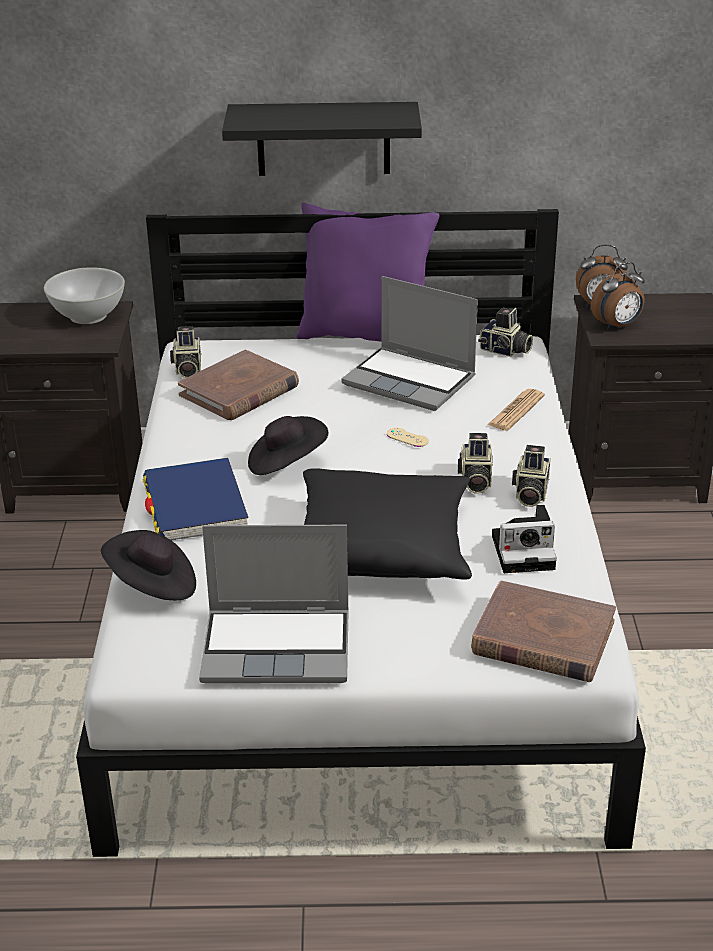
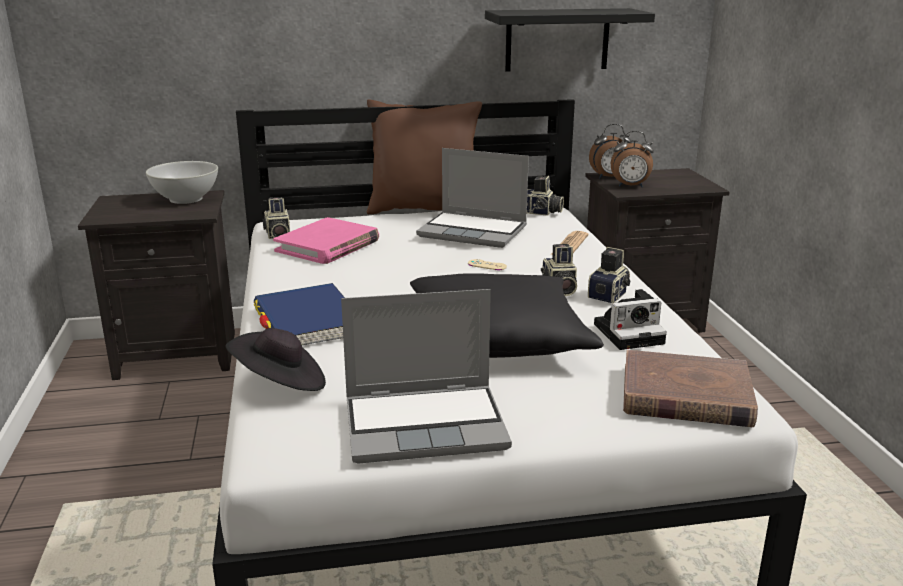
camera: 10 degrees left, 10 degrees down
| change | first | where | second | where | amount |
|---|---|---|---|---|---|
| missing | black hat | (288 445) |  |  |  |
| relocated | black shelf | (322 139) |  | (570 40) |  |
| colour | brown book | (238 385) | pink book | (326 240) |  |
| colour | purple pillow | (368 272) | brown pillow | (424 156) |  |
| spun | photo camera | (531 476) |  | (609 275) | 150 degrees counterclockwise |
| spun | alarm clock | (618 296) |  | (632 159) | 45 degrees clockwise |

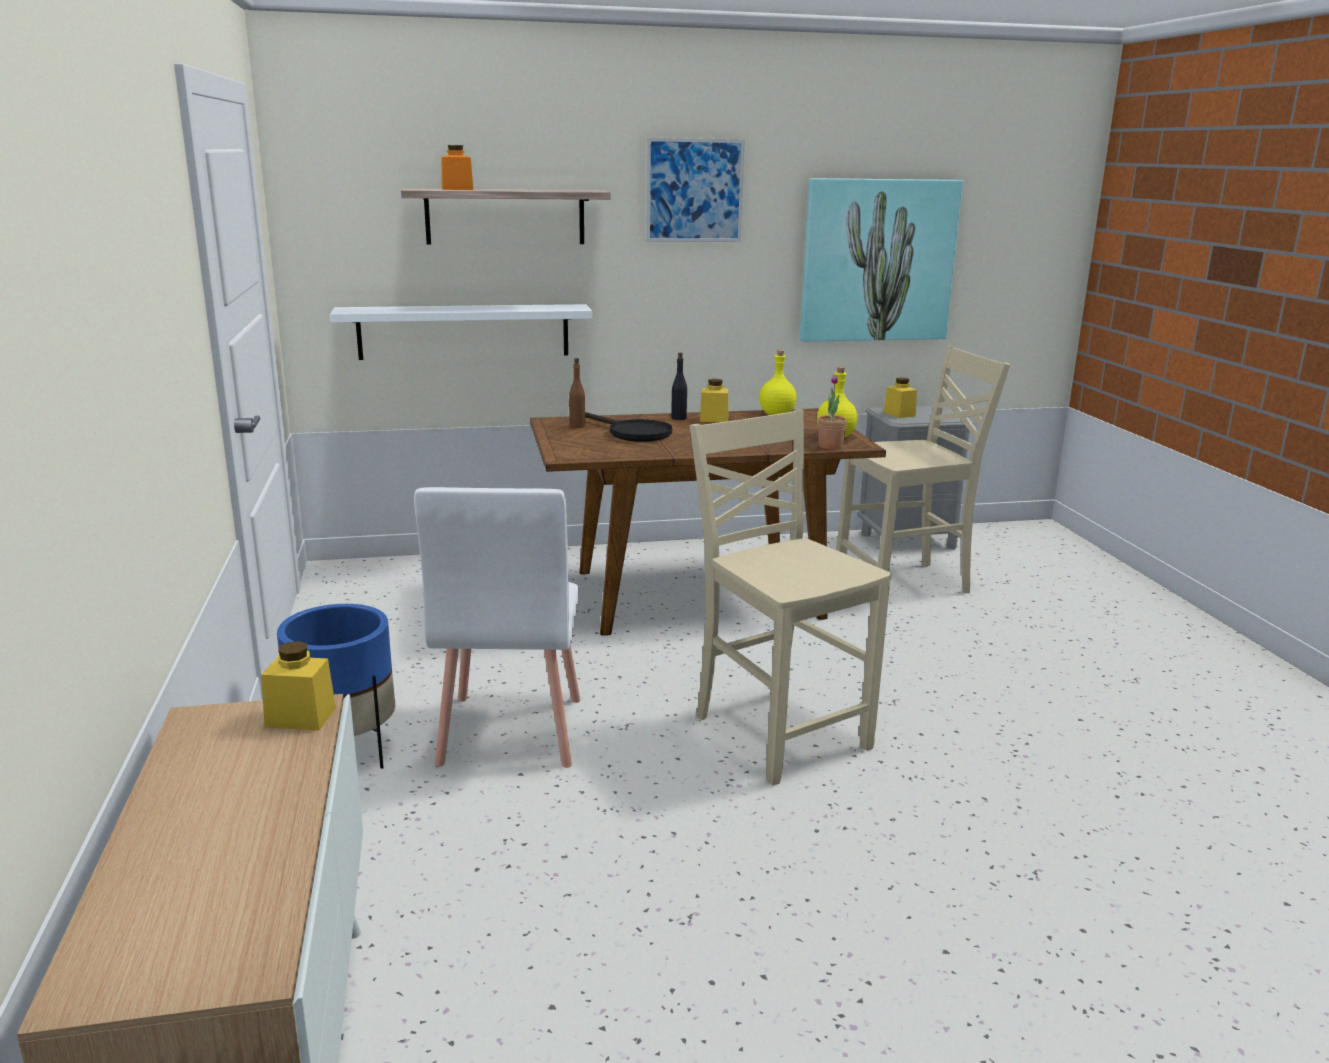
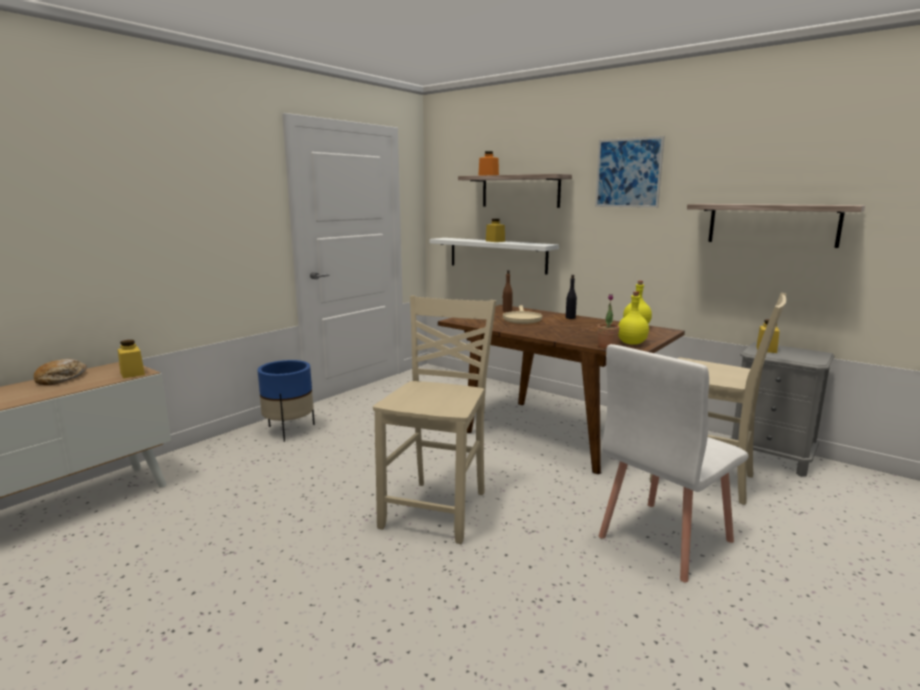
camera: 50 degrees right, 5 degrees down
| change | first | where | second | where | amount |
|---|---|---|---|---|---|
| appeared |  |  | bread | (60 372) |  |
| relocated | white chair | (497 627) |  | (674 463) |  |
| relocated | yellow jar | (714 400) |  | (495 230) |  |
| exchanged | picture | (881 260) | shelf | (776 226) |  |
| colour | black frying pan | (628 427) | beige frying pan | (522 314) |  |

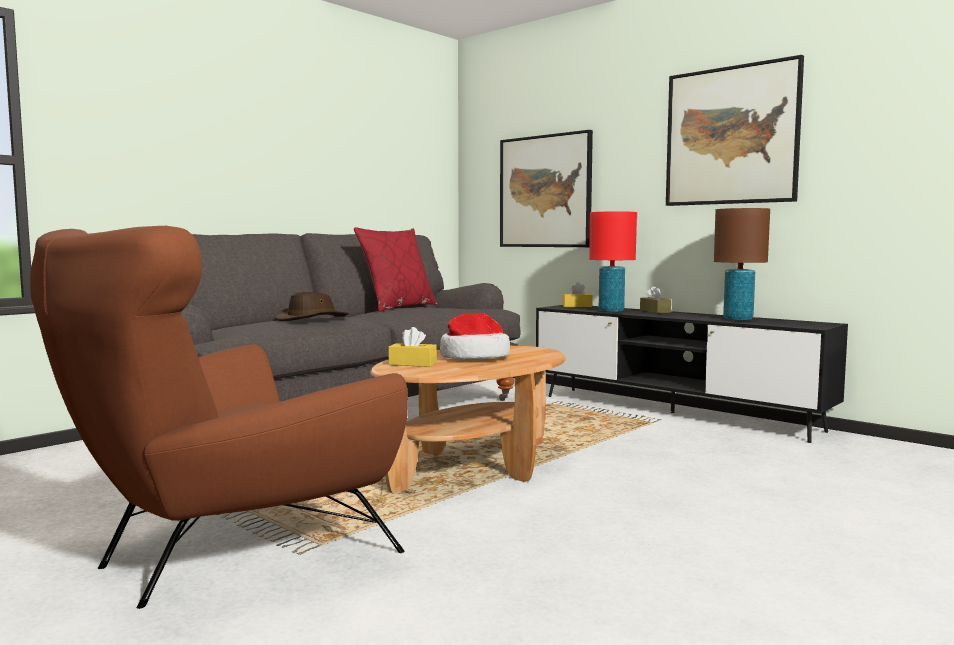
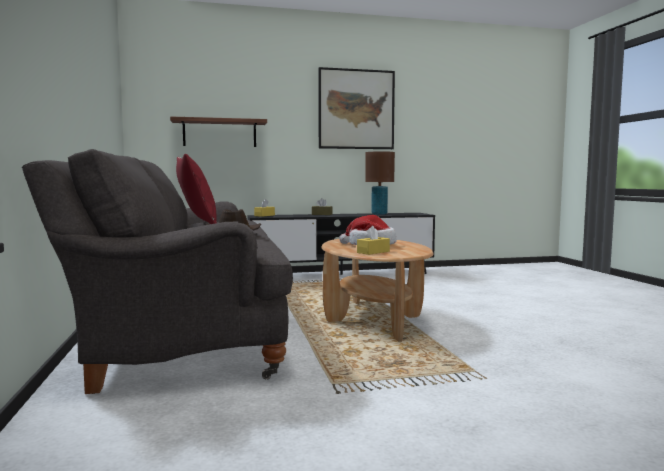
camera: 55 degrees left, 0 degrees up
| change | first | where | second | where | amount |
|---|---|---|---|---|---|
| missing | brown armchair | (219 417) |  |  |  |
| missing | red table lamp | (613 261) |  |  |  |
| exchanged | picture | (546 188) | shelf | (218 132) |  |

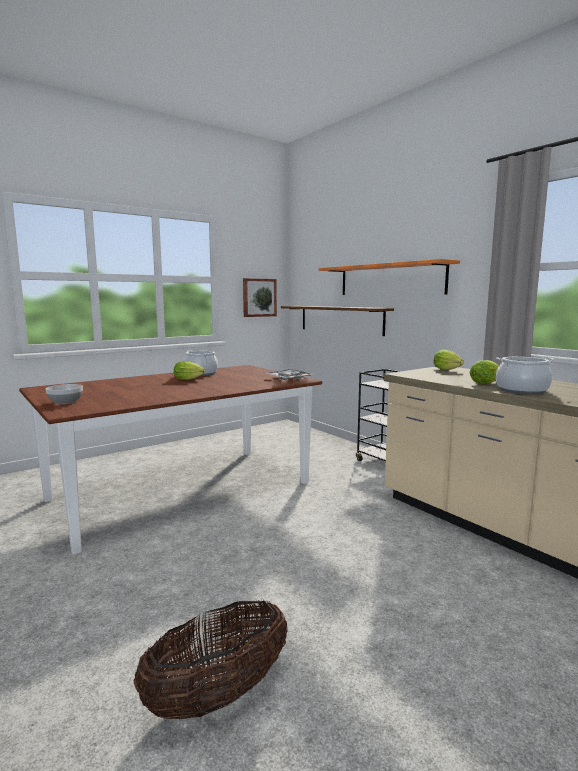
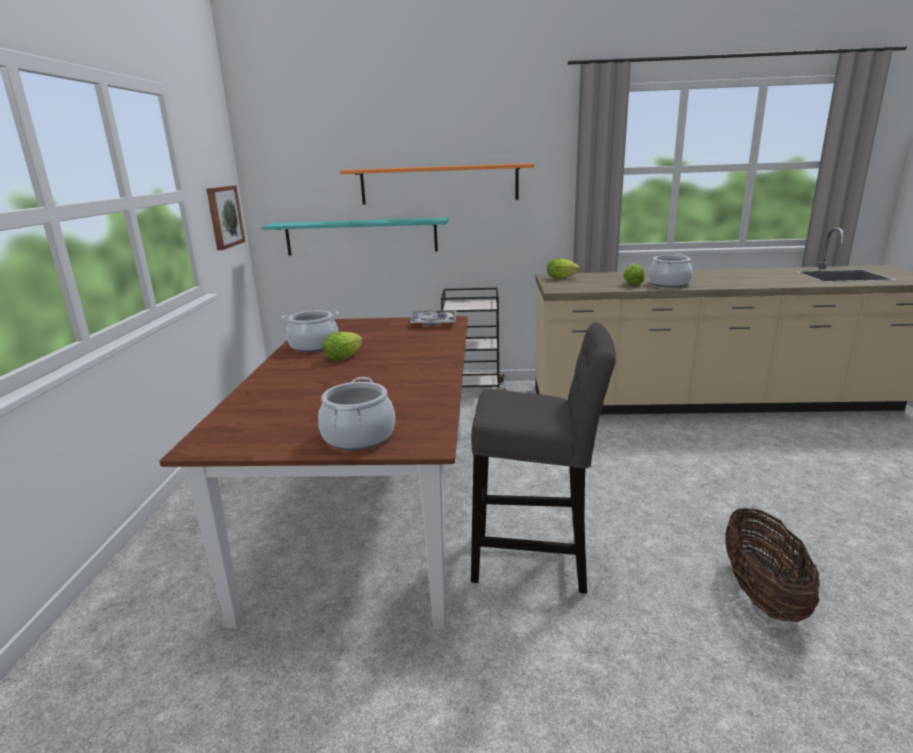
camera: 50 degrees left, 10 degrees up
| change | first | where | second | where | amount |
|---|---|---|---|---|---|
| appeared |  |  | grey stool | (543 458) |  |
| exchanged | bowl | (64 394) | cooking pot | (356 413) |  |
| colour | brown shelf | (337 321) | turquoise shelf | (355 237) |  |

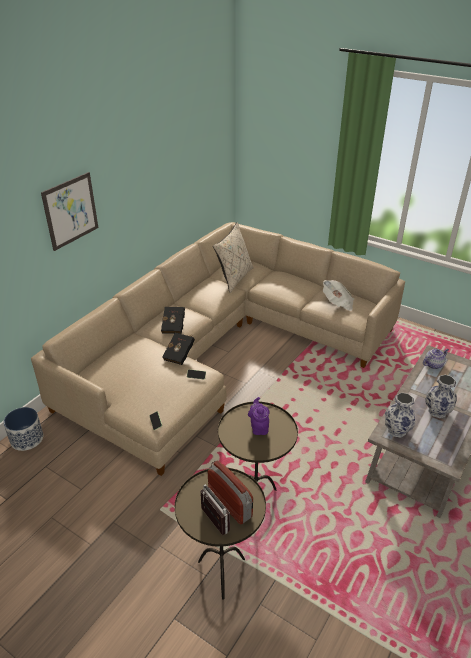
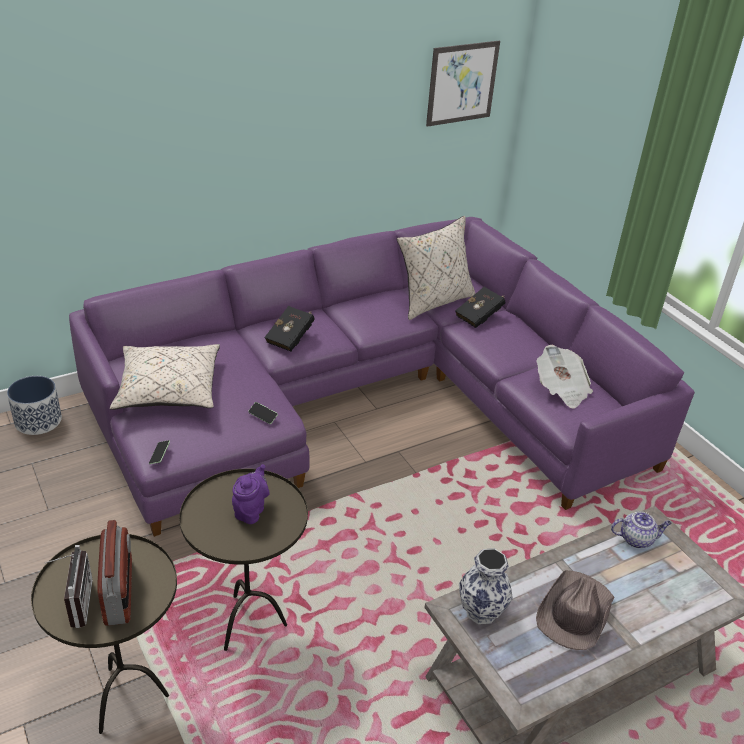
camera: 25 degrees right, 0 degrees up
| change | first | where | second | where | amount |
|---|---|---|---|---|---|
| appeared |  |  | beige pillow | (165 377) |  |
| relocated | picture | (69 211) |  | (463 84) |  |
| relocated | black book | (178 349) |  | (480 307) |  |
| exchanged | vase | (441 396) | brown hat | (575 610) |  |
| colour | beige sofa | (218 349) | purple sofa | (382 377) |  |

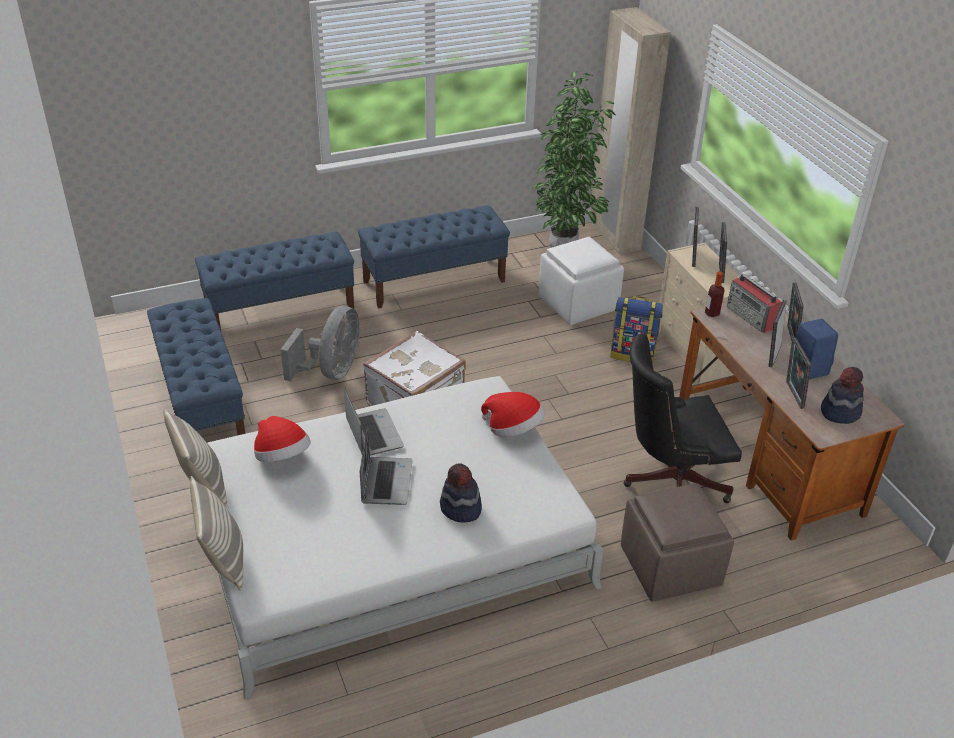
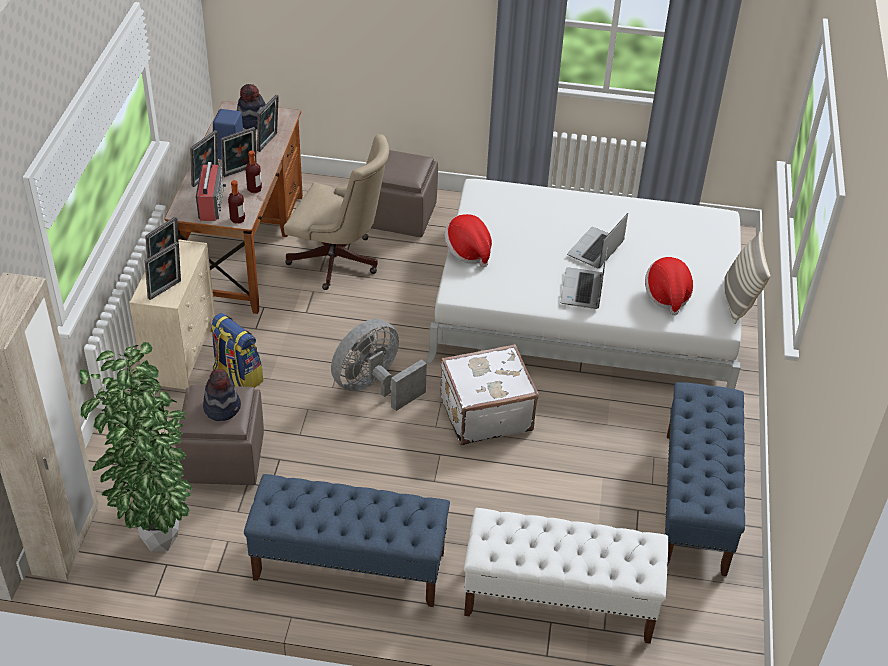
camera: 150 degrees left, 5 degrees up
| change | first | where | second | where | amount |
|---|---|---|---|---|---|
| missing | pillow | (216 533) |  |  |  |
| appeared |  |  | bottle | (253 172) |  |
| relocated | grey fan | (320 343) |  | (379 365) |  |
| relocated | hat | (461 493) |  | (222 395) |  |
| colour | blue bench | (274 281) | white bench | (566 576) |  |
| colour | white ottoman | (581 281) | brown ottoman | (219 435) |  |
| colour | black office chair | (682 418) | beige office chair | (336 212) |  |

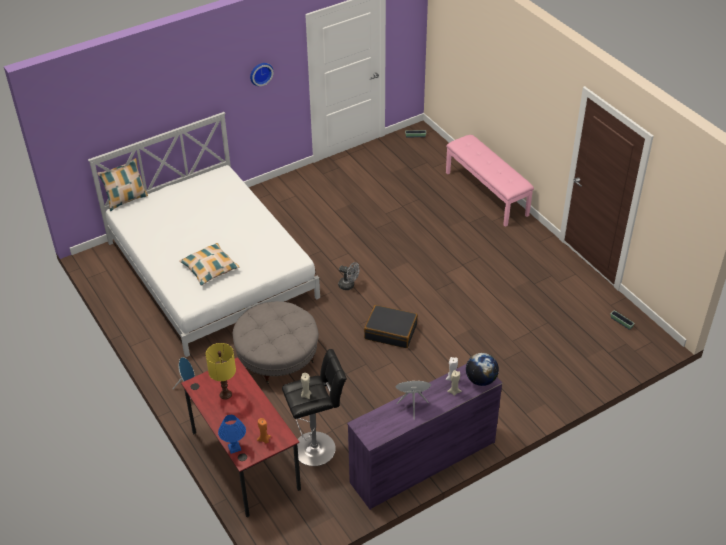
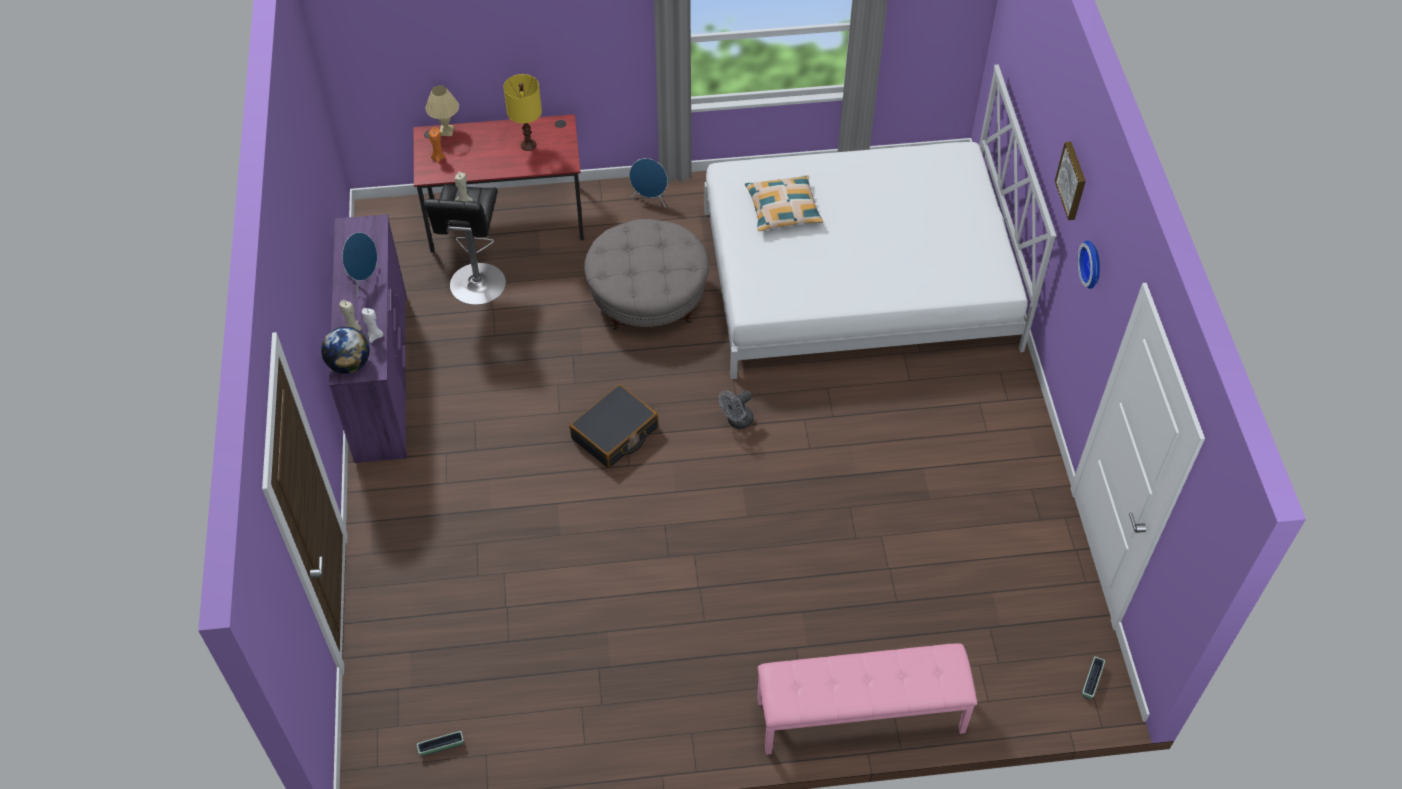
camera: 115 degrees right, 10 degrees up
| change | first | where | second | where | amount |
|---|---|---|---|---|---|
| missing | pillow | (123 184) |  |  |  |
| appeared |  |  | picture | (1070 181) |  |
| colour | blue table lamp | (232 434) | beige table lamp | (442 110) |  |

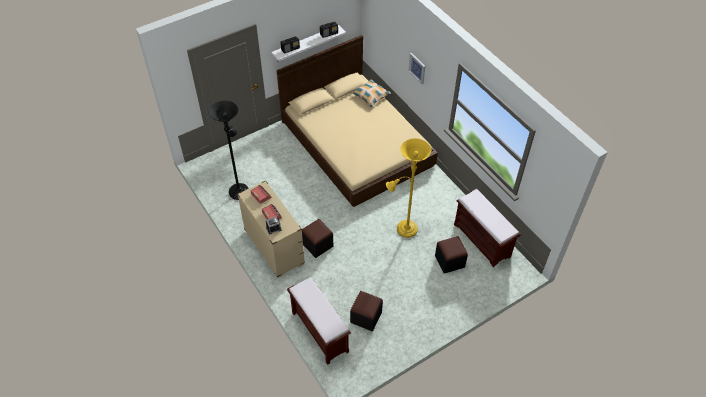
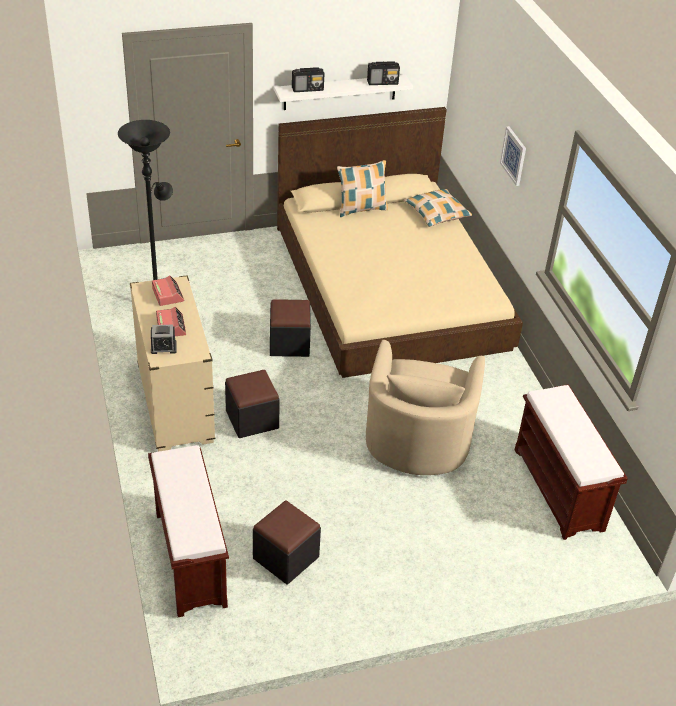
camera: 15 degrees right, 10 degrees down
| change | first | where | second | where | amount |
|---|---|---|---|---|---|
| appeared |  |  | pillow | (362 188) |  |
| relocated | black ottoman | (451 255) |  | (290 328) |  |
| exchanged | yellow floor lamp | (408 188) | beige armchair | (425 407) |  |

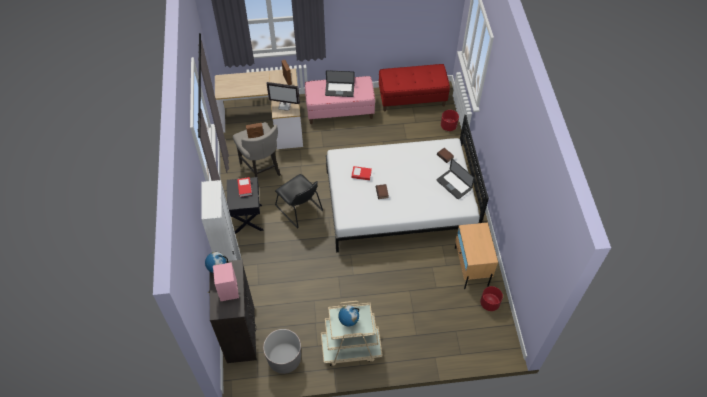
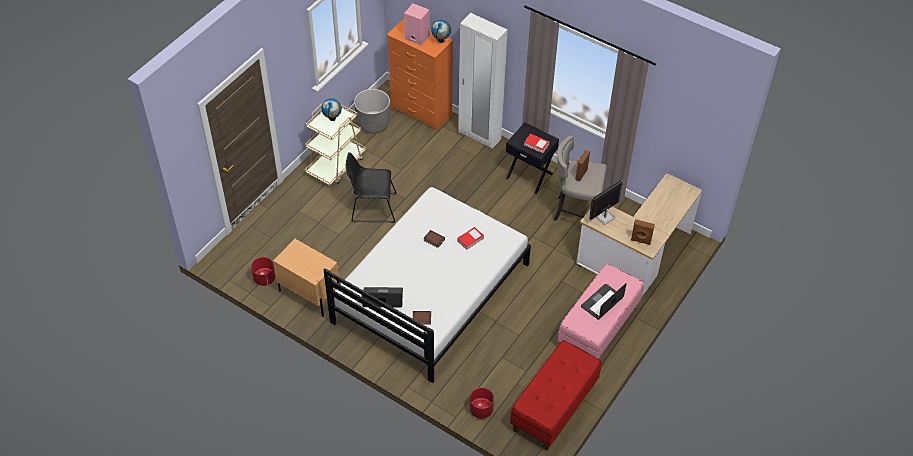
camera: 130 degrees right, 5 degrees down
| change | first | where | second | where | amount |
|---|---|---|---|---|---|
| relocated | black chair | (299 201) |  | (371 187) |  |
| colour | black dresser | (232 311) | orange dresser | (420 75) |  |

